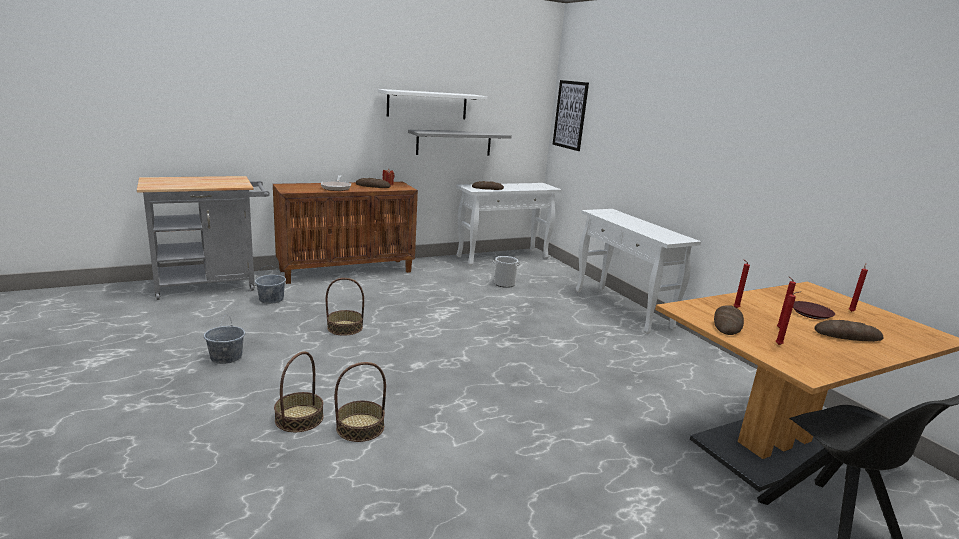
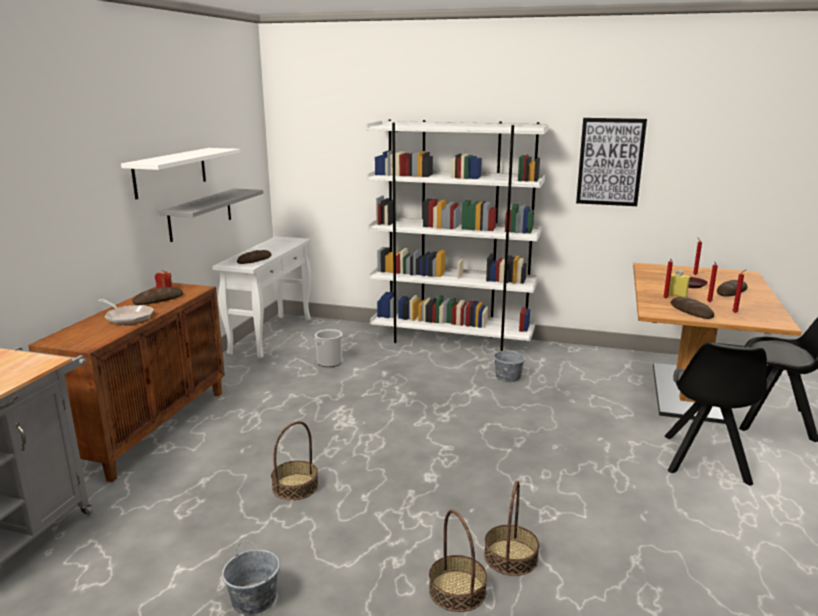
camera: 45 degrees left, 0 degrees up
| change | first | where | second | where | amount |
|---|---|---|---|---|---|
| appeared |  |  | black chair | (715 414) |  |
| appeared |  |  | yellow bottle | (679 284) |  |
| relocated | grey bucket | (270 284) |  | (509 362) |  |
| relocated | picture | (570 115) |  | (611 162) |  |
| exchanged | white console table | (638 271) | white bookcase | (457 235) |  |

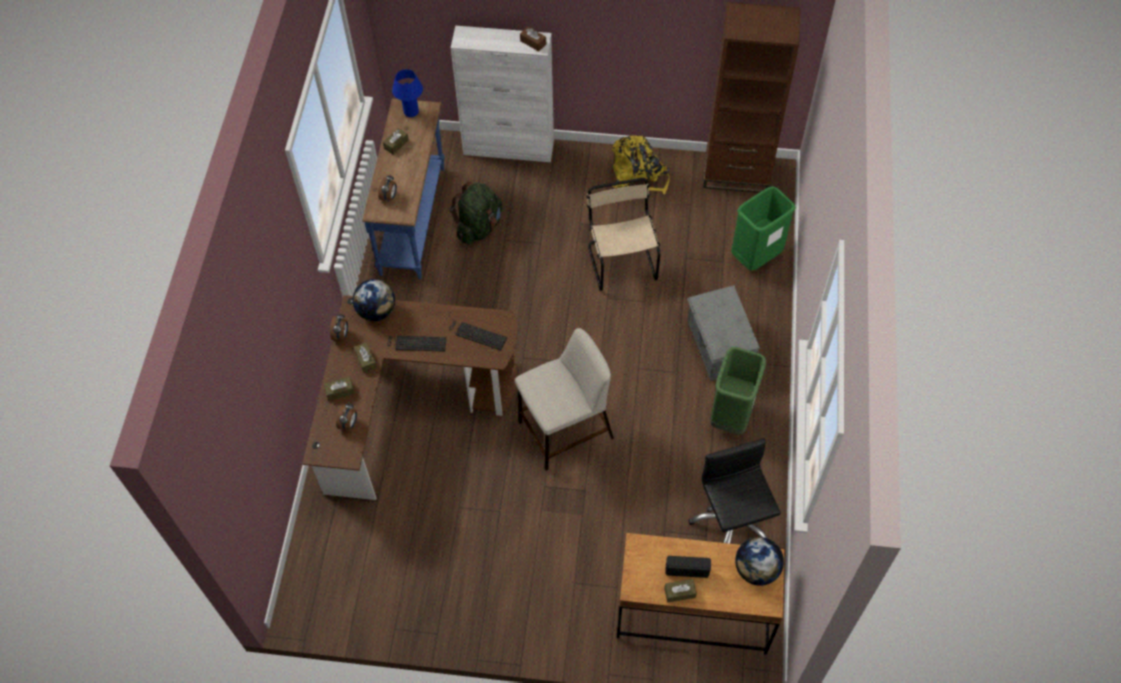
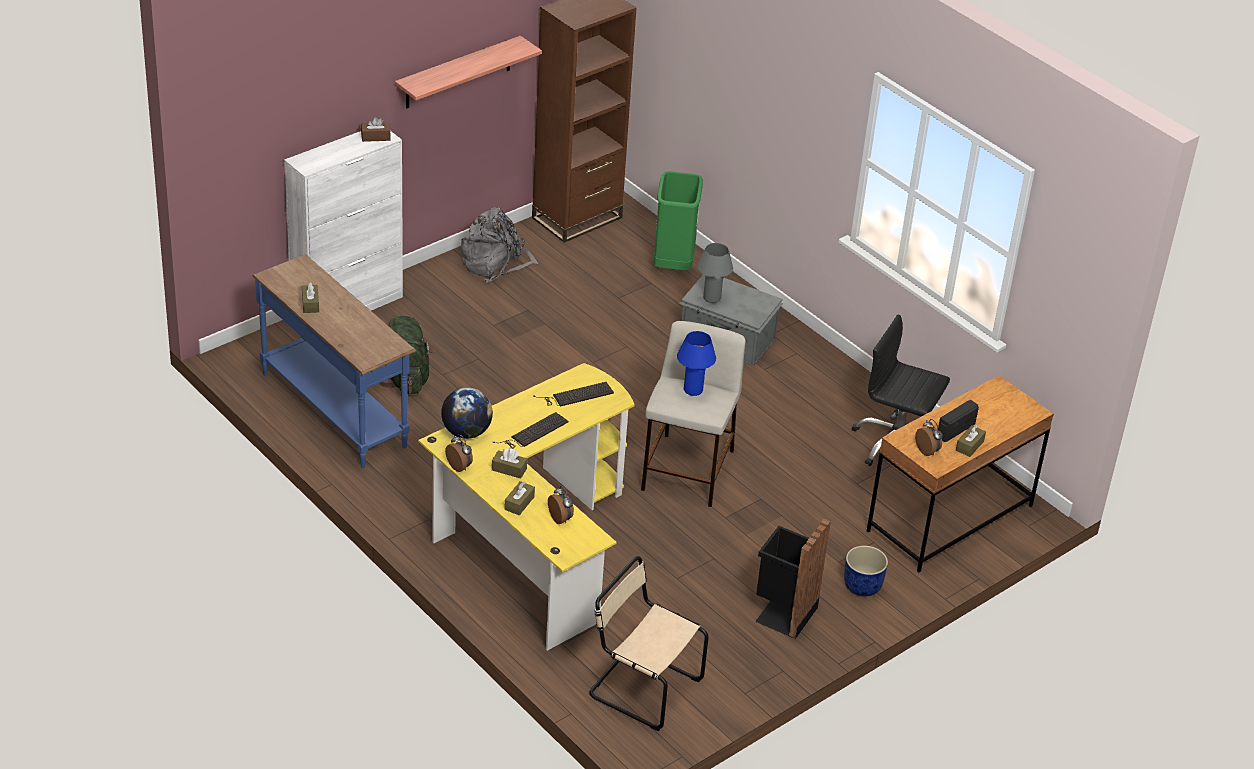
camera: 50 degrees left, 20 degrees down
| change | first | where | second | where | amount |
|---|---|---|---|---|---|
| missing | green trash can | (738 391) |  |  |  |
| missing | globe | (759 561) |  |  |  |
| appeared |  |  | shelf | (468 72) |  |
| appeared |  |  | grey table lamp | (715 273) |  |
| appeared |  |  | black trash can | (793 578) |  |
| appeared |  |  | blue planter | (866 571) |  |
| relocated | alarm clock | (387 188) |  | (929 437) |  |
| relocated | blue table lamp | (407 93) |  | (696 363) |  |
| relocated | beige chair | (623 234) |  | (649 643) |  |
| colour | brown desk | (409 397) | yellow desk | (526 507) |  |
| colour | yellow backpack | (641 164) | grey backpack | (500 245) |  |

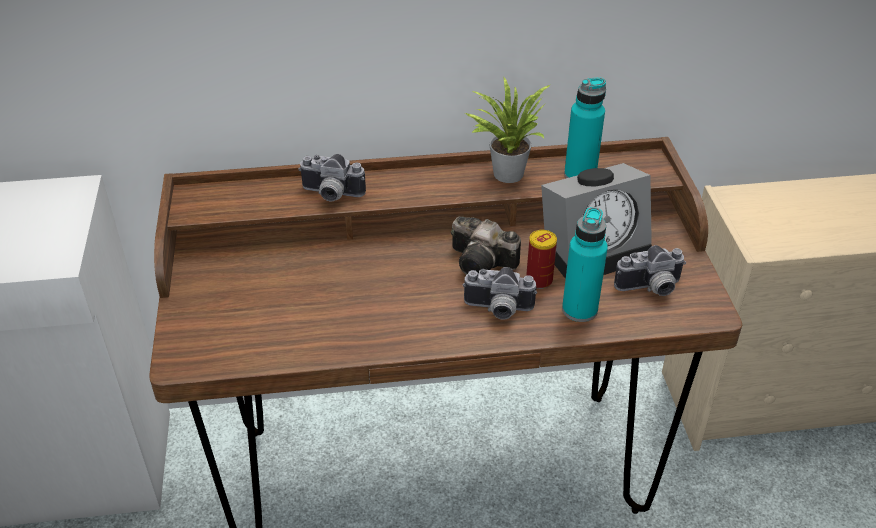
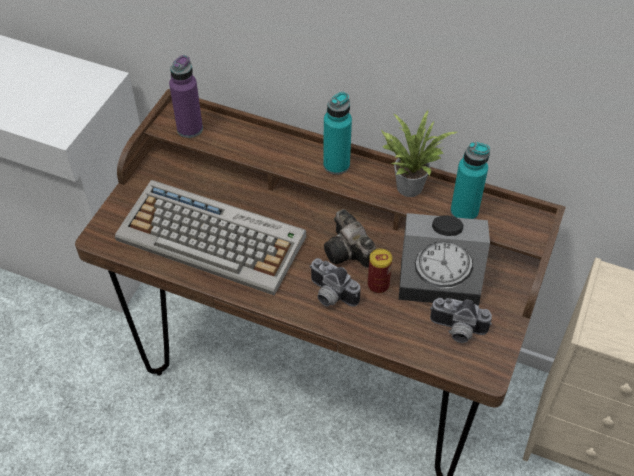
camera: 30 degrees right, 10 degrees up
| change | first | where | second | where | amount |
|---|---|---|---|---|---|
| missing | photo camera | (332 177) |  |  |  |
| appeared |  |  | keyboard | (210 237) |  |
| appeared |  |  | purple bottle | (186 96) |  |
| relocated | turquoise bottle | (585 264) |  | (337 133) |  |

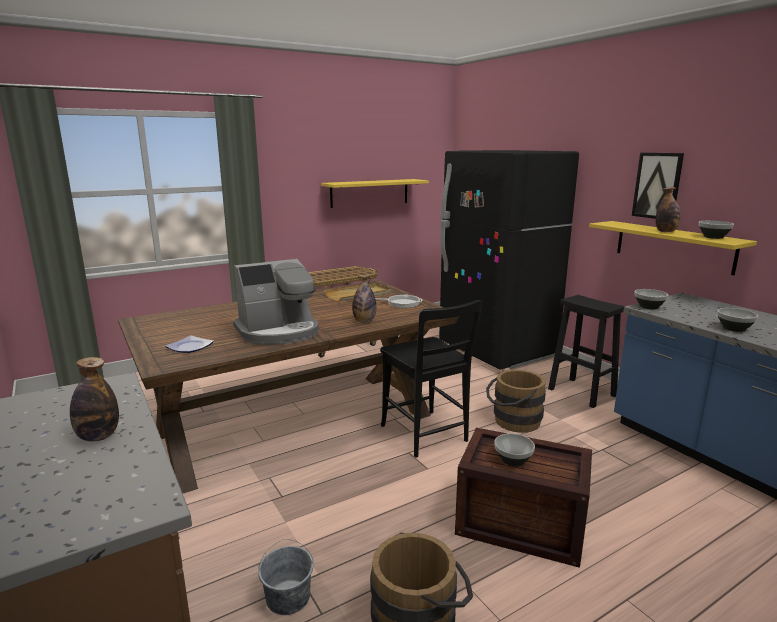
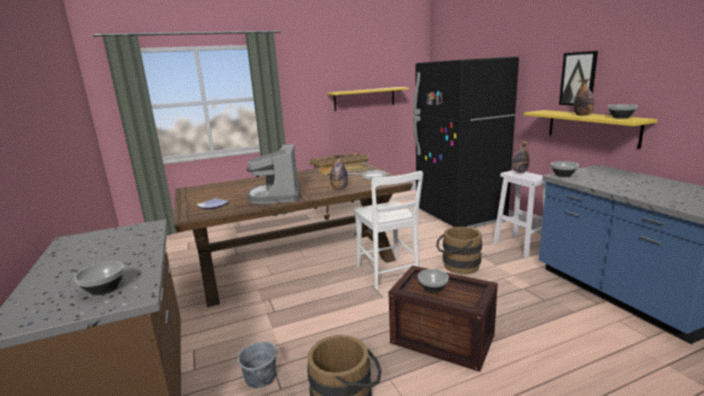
camera: 10 degrees right, 0 degrees up
| change | first | where | second | where | amount |
|---|---|---|---|---|---|
| relocated | bottle | (94 399) |  | (520 157) |  |
| relocated | bowl | (737 320) |  | (99 278) |  |
| colour | black chair | (431 379) | white chair | (388 230) |  |
| colour | black stool | (586 351) | white stool | (520 214) |  |
| spun | coffee machine | (276 302) |  | (274 174) | 105 degrees clockwise |

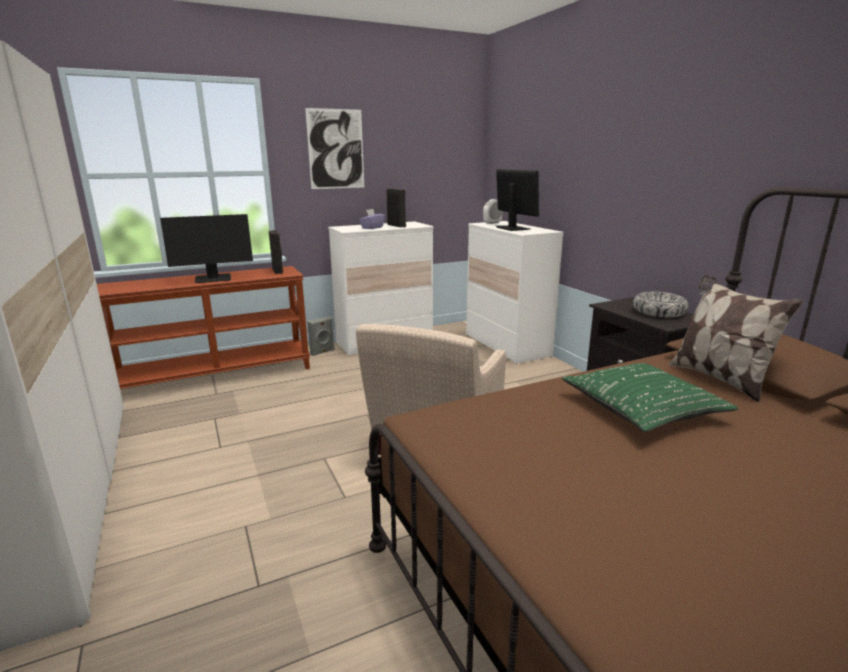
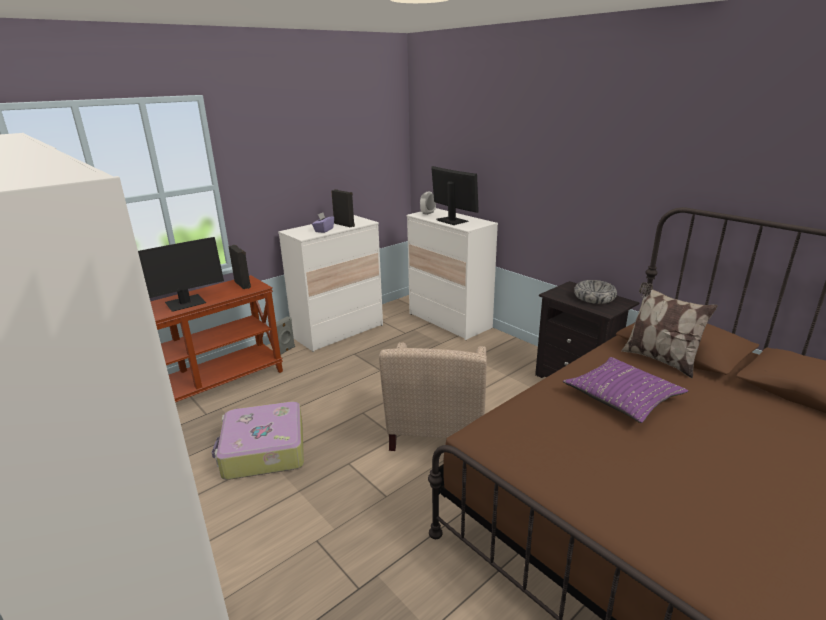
camera: 15 degrees left, 5 degrees up
| change | first | where | second | where | amount |
|---|---|---|---|---|---|
| missing | picture | (334 148) |  |  |  |
| appeared |  |  | suitcase | (258 441) |  |
| colour | green pillow | (650 397) | purple pillow | (625 390) |  |

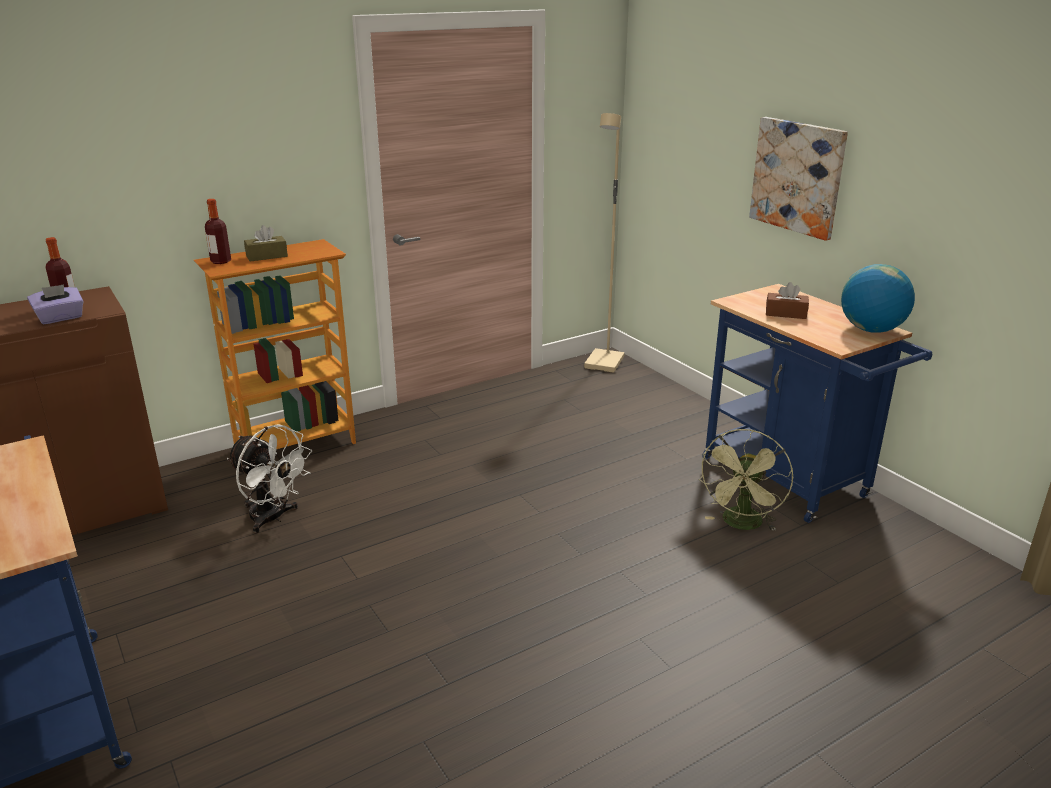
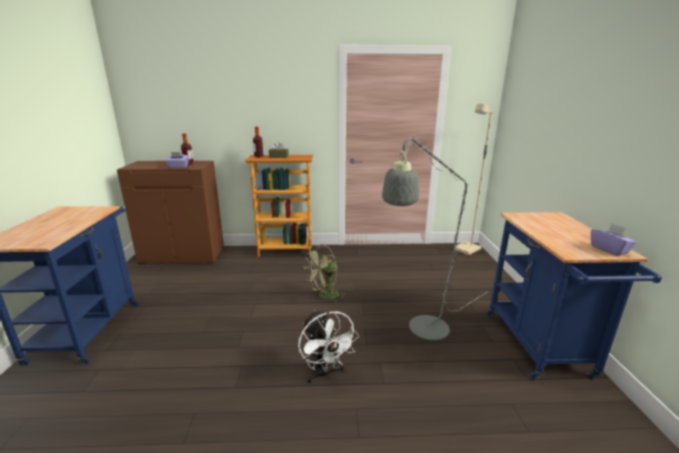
camera: 30 degrees right, 5 degrees down
| change | first | where | second | where | amount |
|---|---|---|---|---|---|
| missing | picture | (798 179) |  |  |  |
| missing | brown tissue box | (787 300) |  |  |  |
| appeared |  |  | grey floor lamp | (435 237) |  |
| relocated | white fan | (269 478) |  | (328 346) |  |
| relocated | green fan | (746 480) |  | (325 273) |  |
| exchanged | globe | (878 298) | purple tissue box | (613 239) |  |

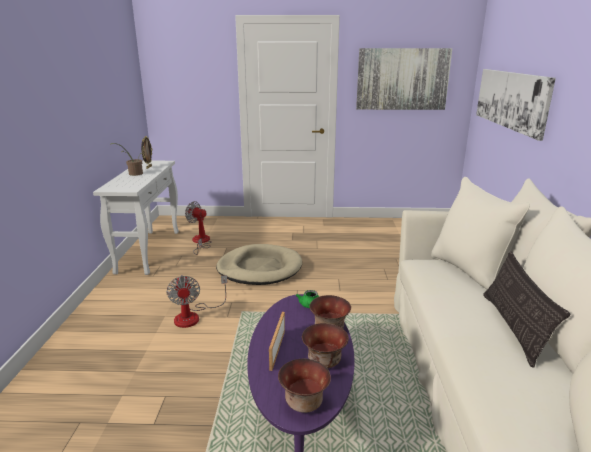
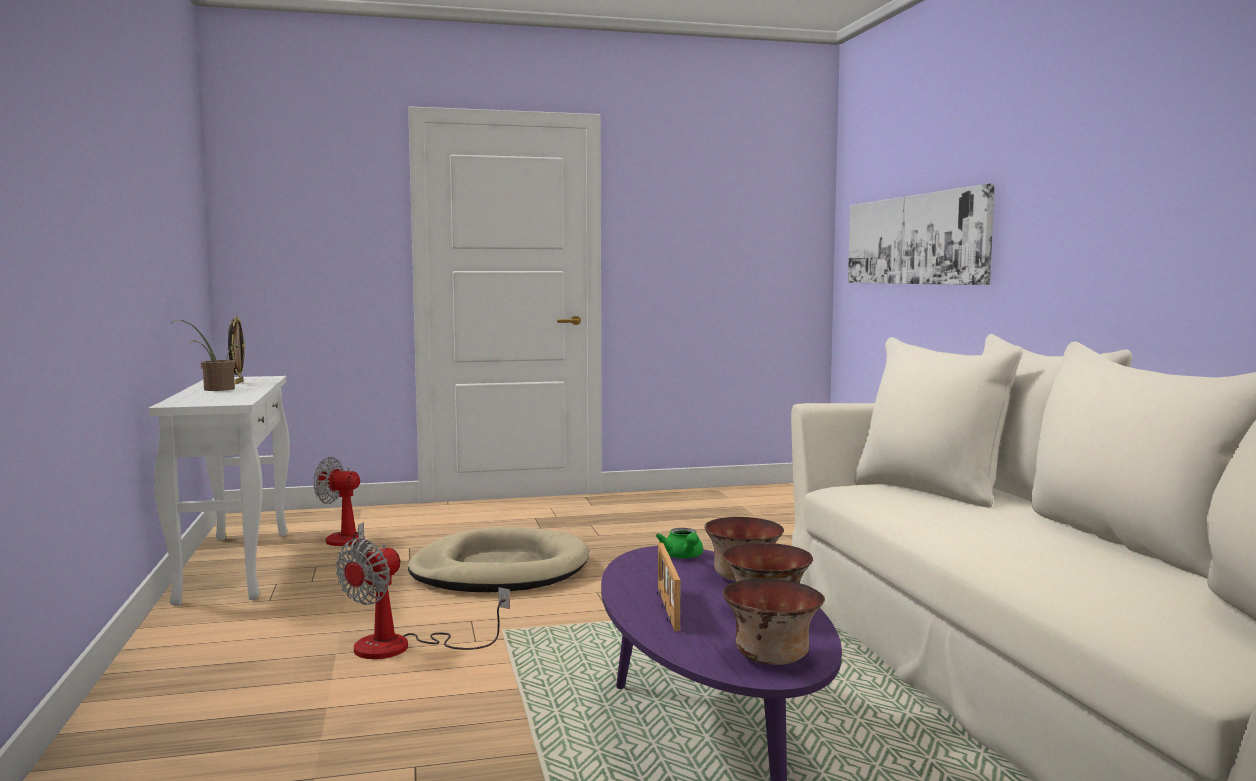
camera: 15 degrees left, 15 degrees down
| change | first | where | second | where | amount |
|---|---|---|---|---|---|
| missing | picture | (404 79) |  |  |  |
| missing | pillow | (526 309) |  |  |  |
| spun | fan | (197 301) |  | (422 598) | 60 degrees clockwise |

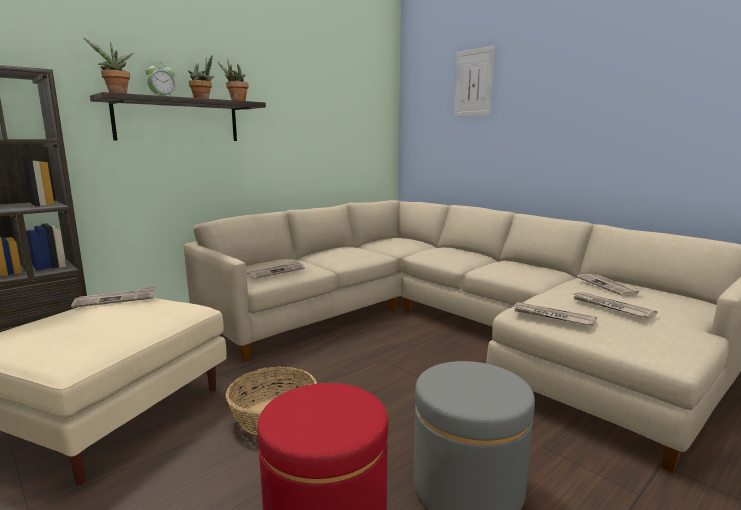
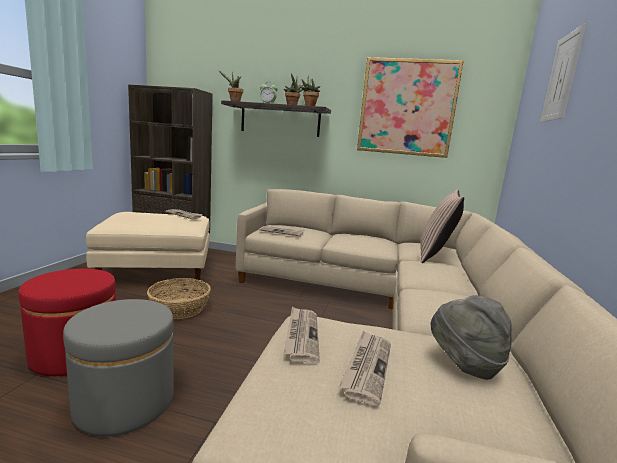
camera: 55 degrees right, 0 degrees up
| change | first | where | second | where | amount |
|---|---|---|---|---|---|
| appeared |  |  | picture | (410 107) |  |
| appeared |  |  | pillow | (442 226) |  |
| exchanged | newspaper | (609 285) | grey hat | (471 337) |  |

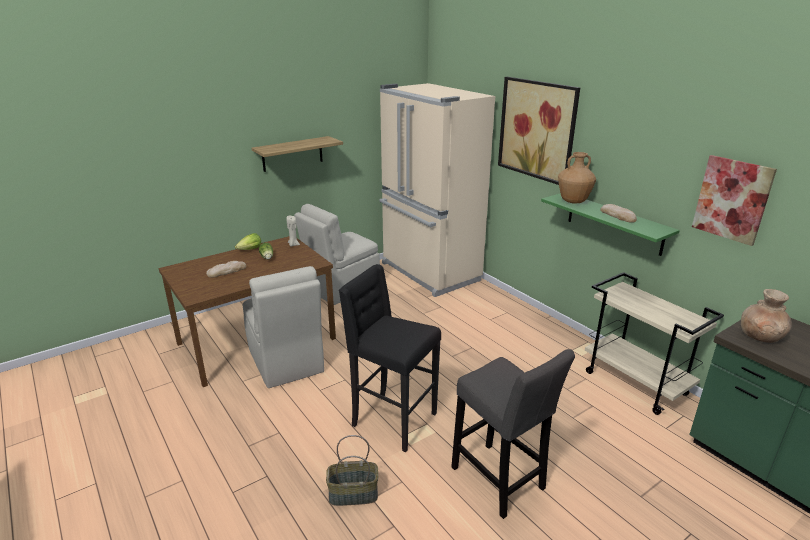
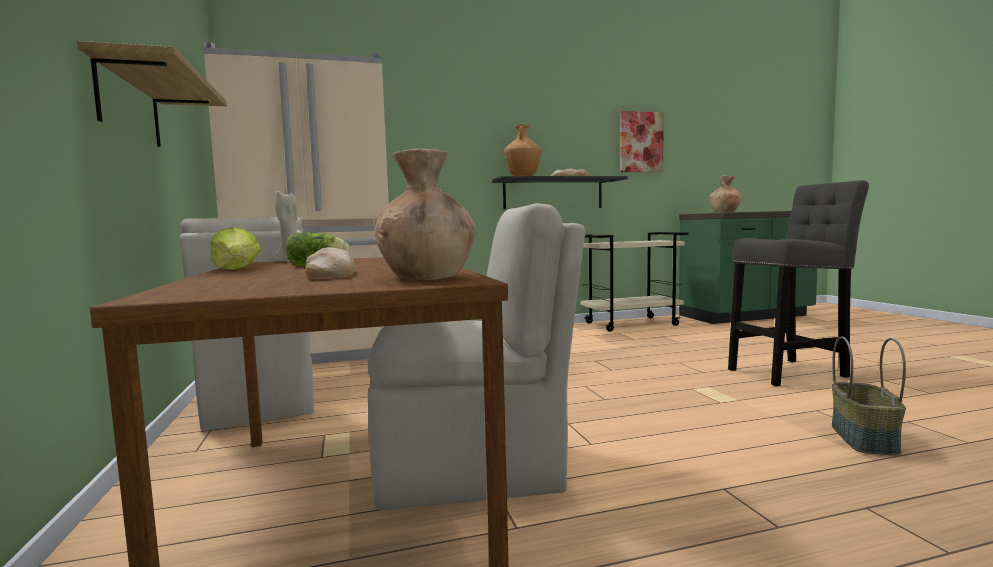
camera: 70 degrees left, 20 degrees down
| change | first | where | second | where | amount |
|---|---|---|---|---|---|
| missing | black stool | (390 358) |  |  |  |
| missing | picture | (539 131) |  |  |  |
| appeared |  |  | brown vase | (425 214) |  |
| colour | green shelf | (610 224) | black shelf | (560 192) |  |

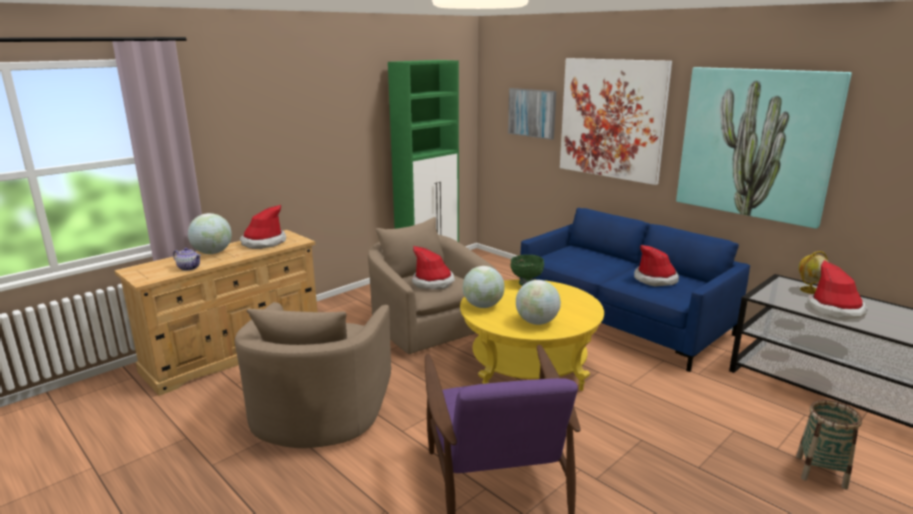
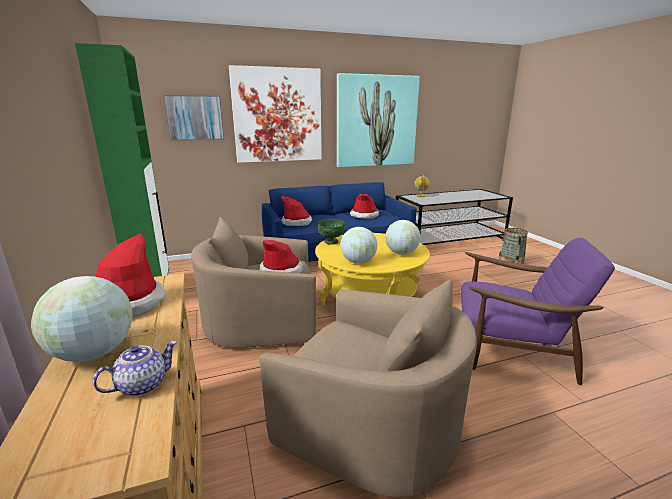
camera: 65 degrees left, 0 degrees up
| change | first | where | second | where | amount |
|---|---|---|---|---|---|
| relocated | hat | (837 290) |  | (296 211) |  |

